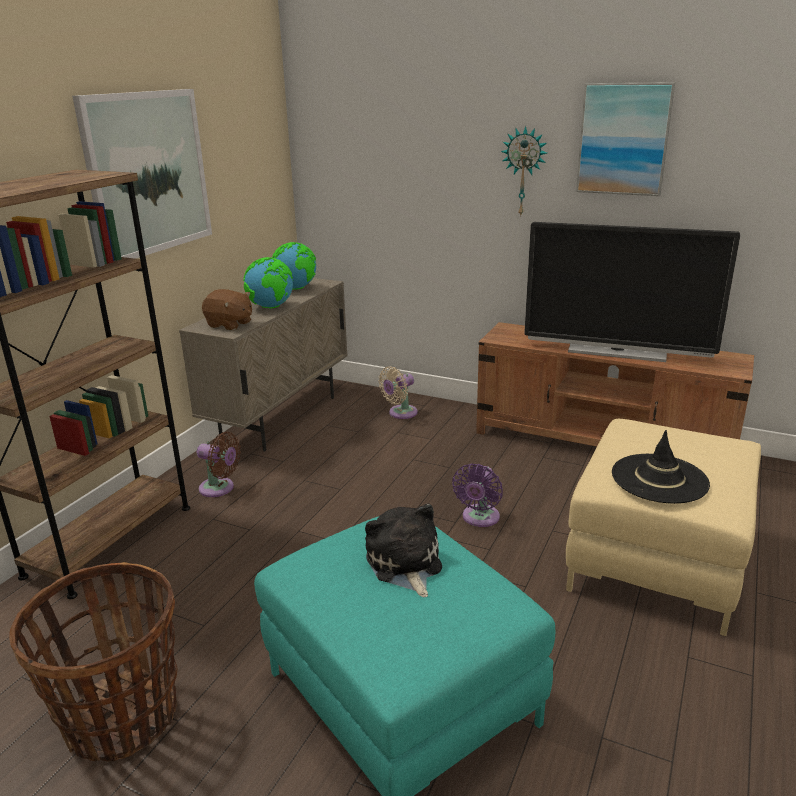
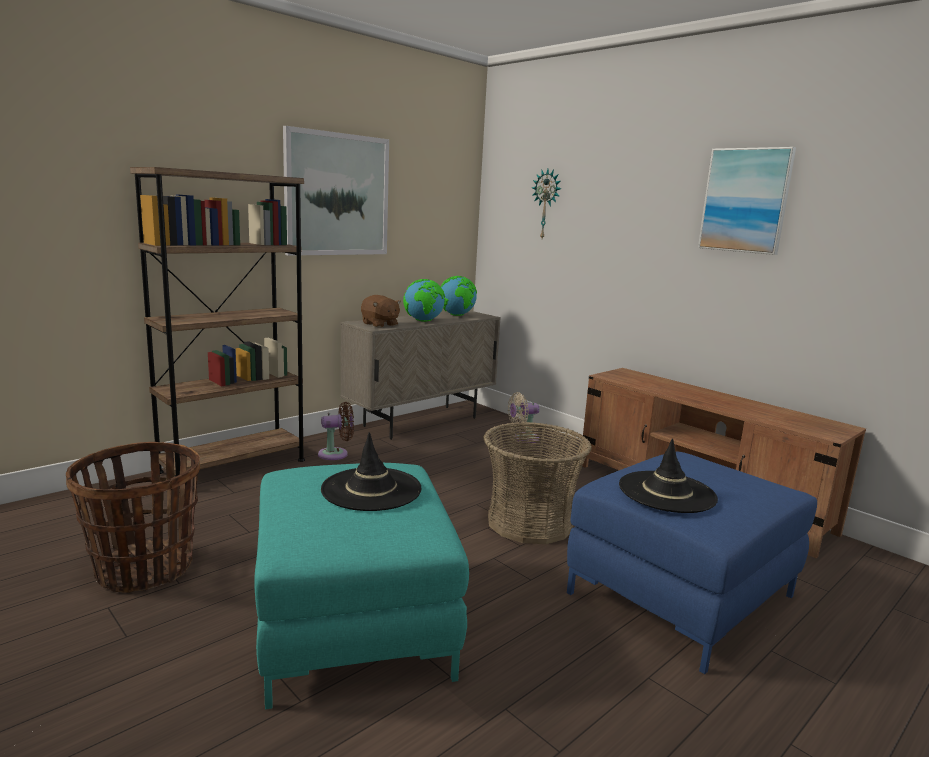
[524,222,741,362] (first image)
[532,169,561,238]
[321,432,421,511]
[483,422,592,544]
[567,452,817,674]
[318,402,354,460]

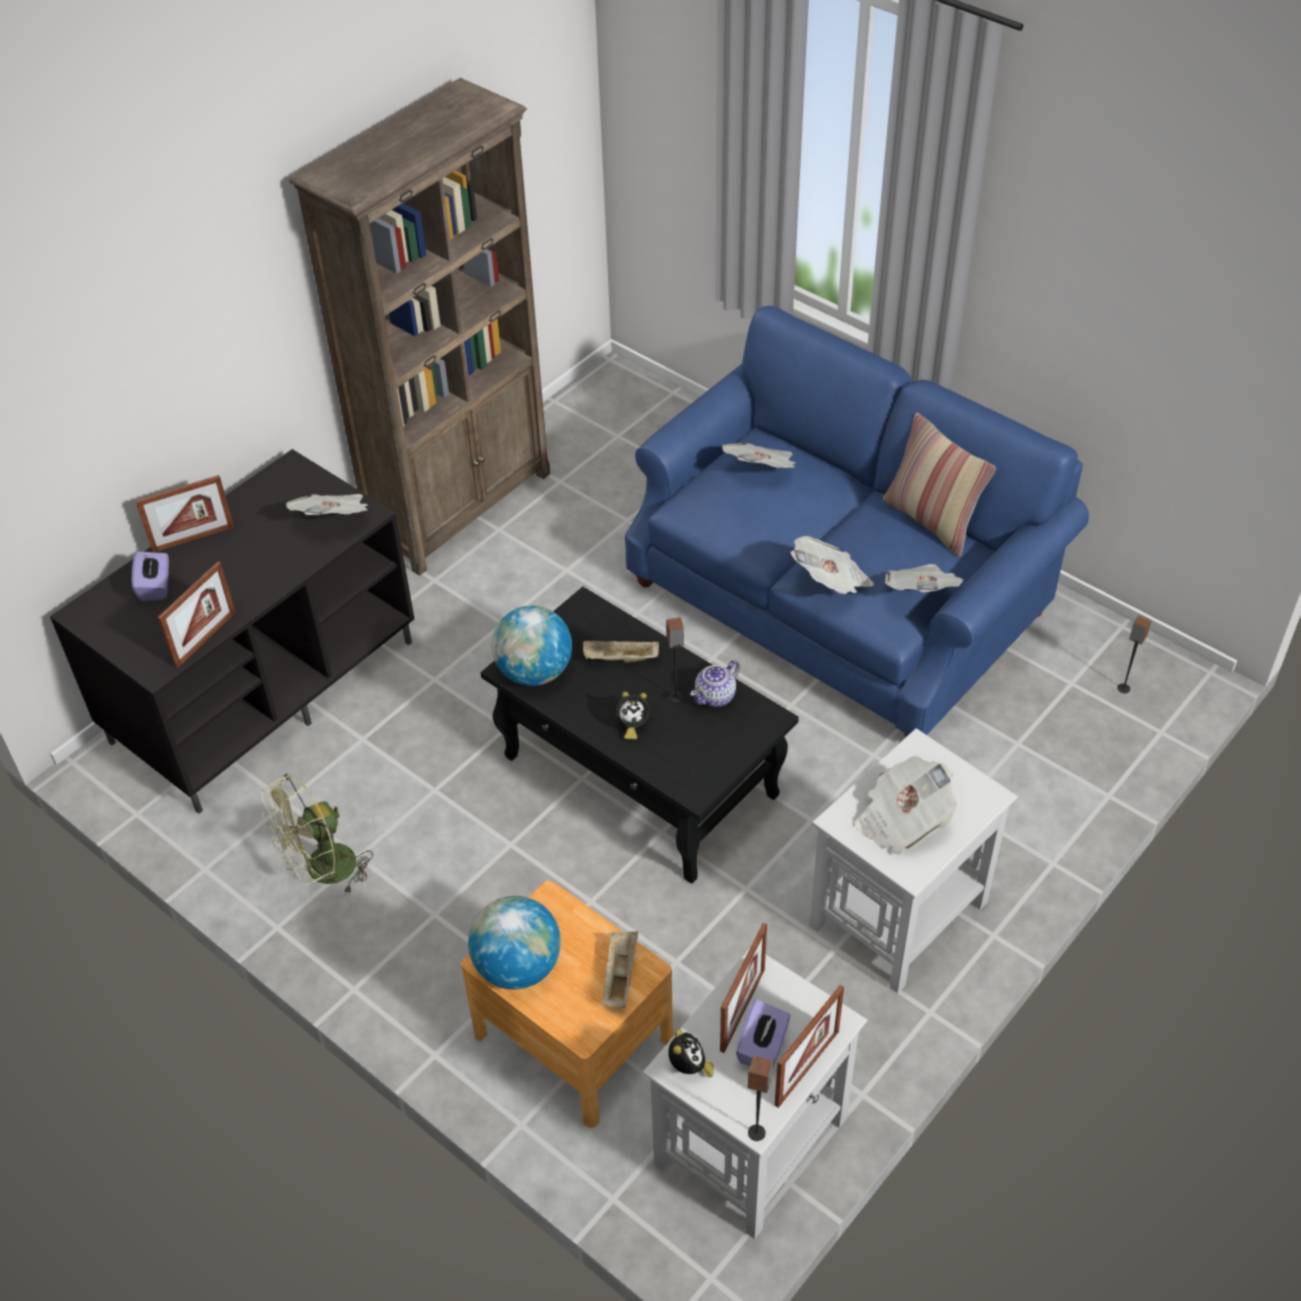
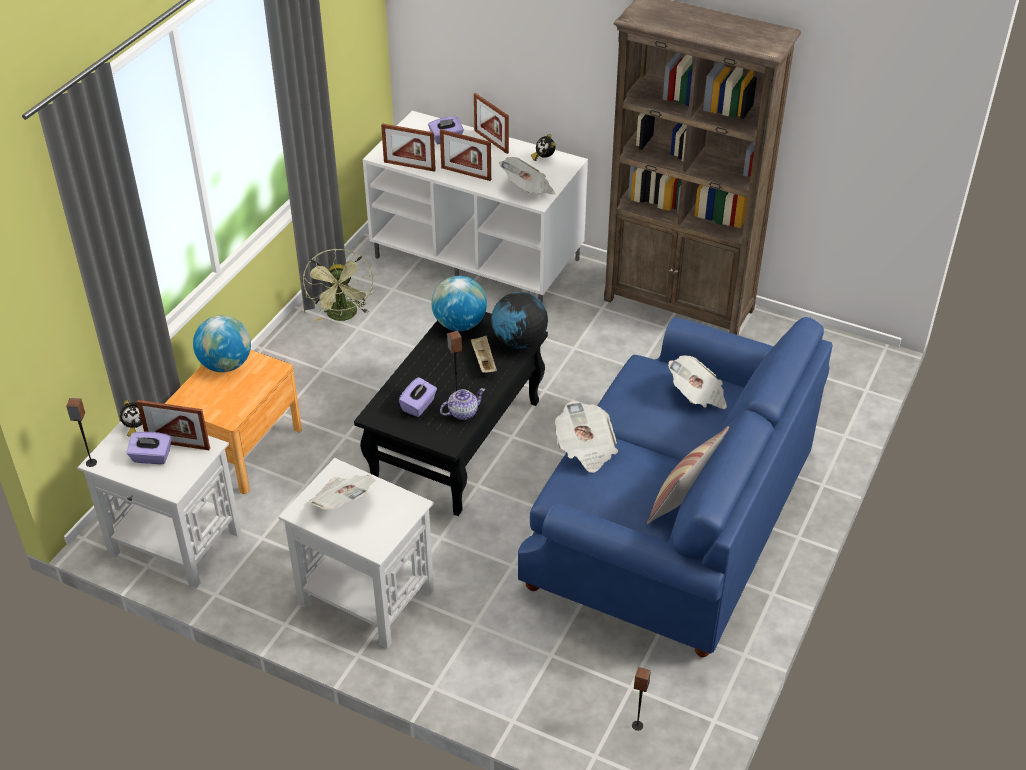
[602,931,638,1008] (first image)
[885,564,964,593] (first image)
[399,377,437,417]
[491,292,548,349]
[531,134,555,161]
[440,129,491,181]
[363,111,588,304]
[303,249,373,321]
[440,388,485,420]

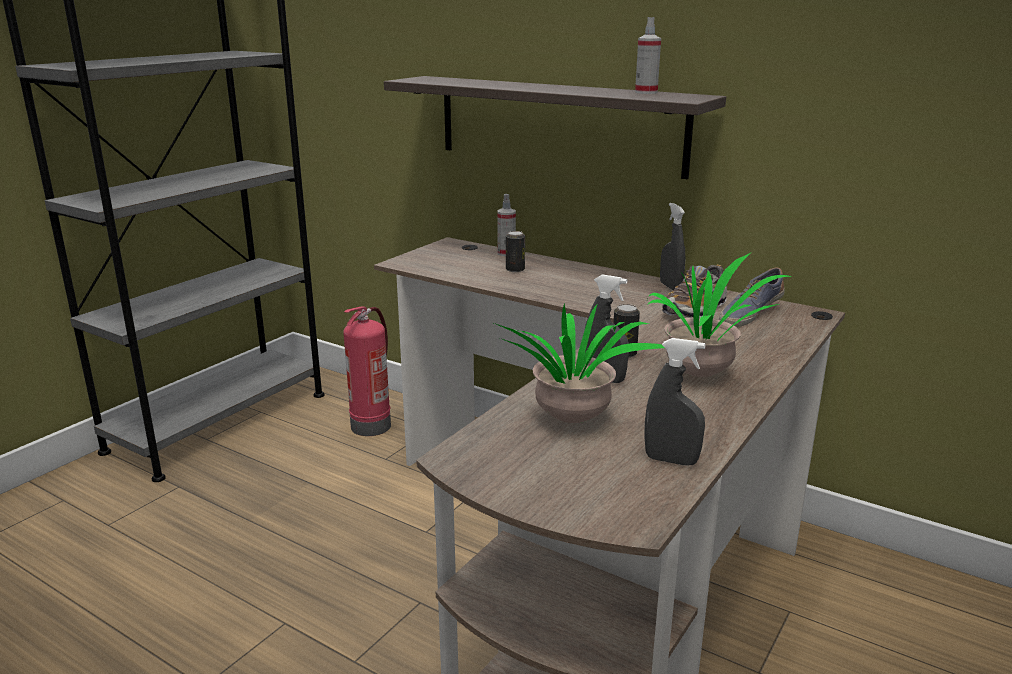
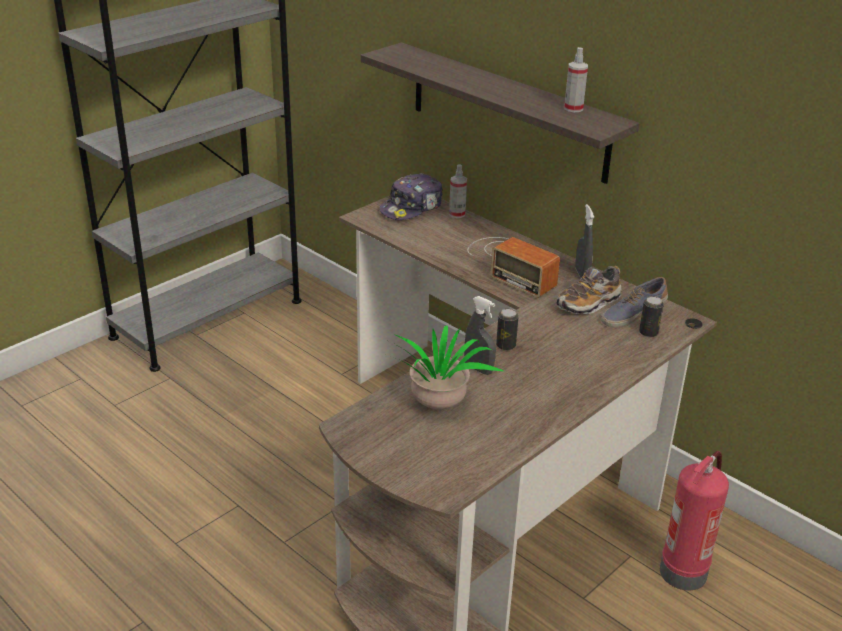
[644,338,705,466] (first image)
[647,253,791,377] (first image)
[380,173,443,220]
[467,237,560,298]
[660,451,729,591]
[639,296,664,337]

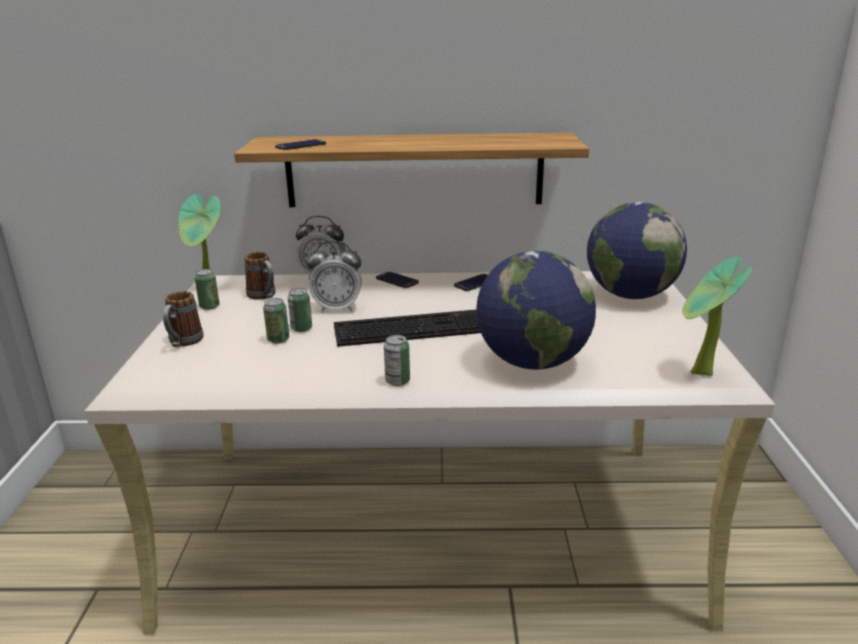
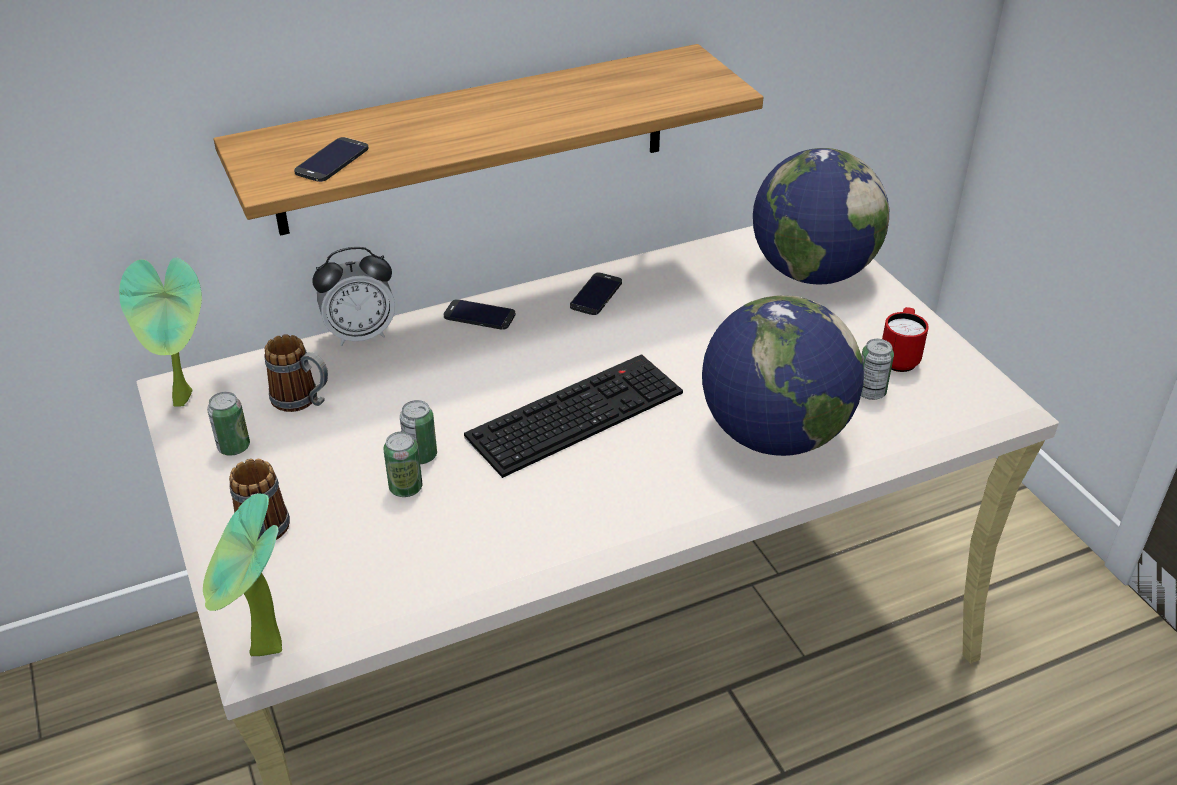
[307,241,362,312] (first image)
[882,307,929,372]
[861,339,894,400]
[203,493,282,657]

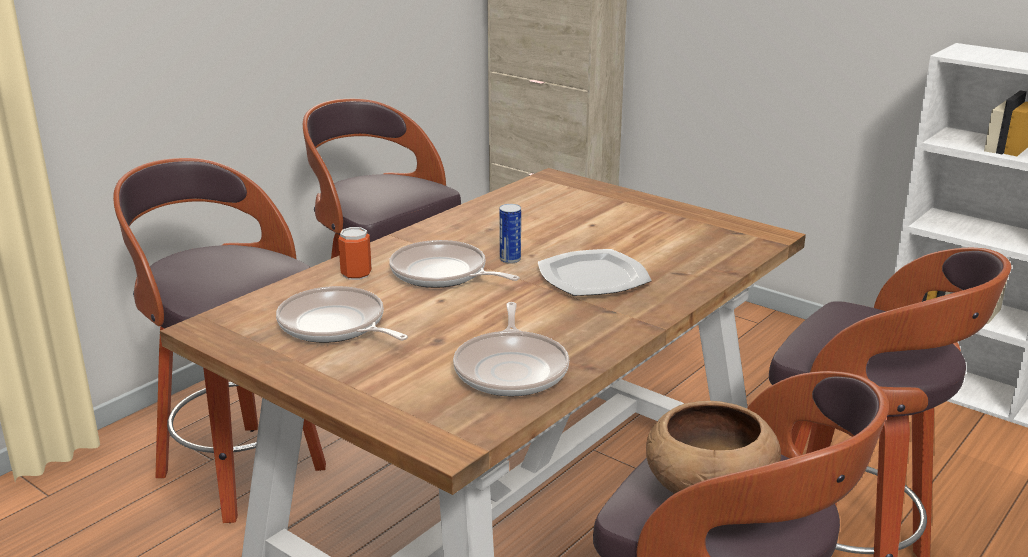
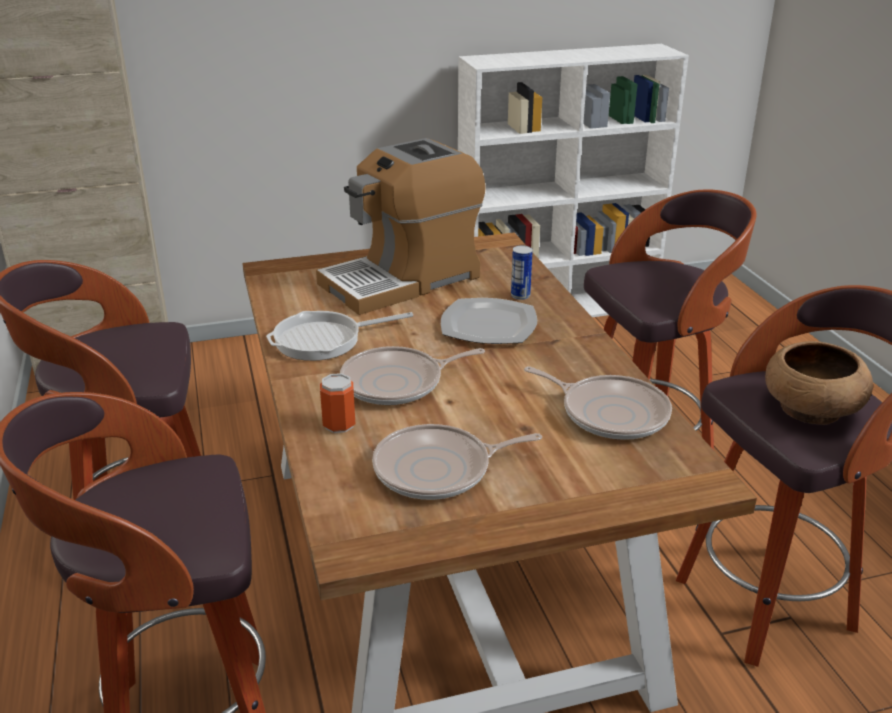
[266,311,413,361]
[316,138,486,315]
[511,245,533,300]

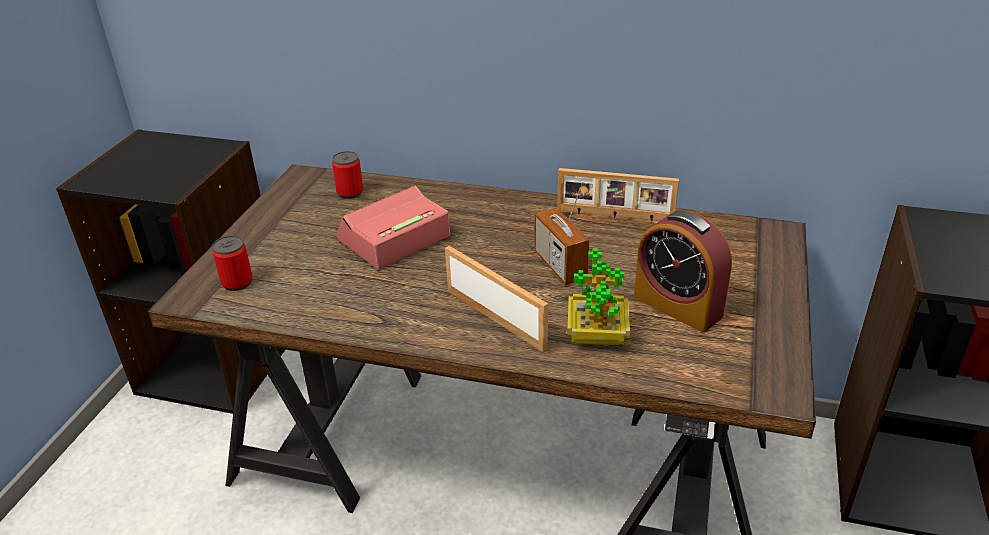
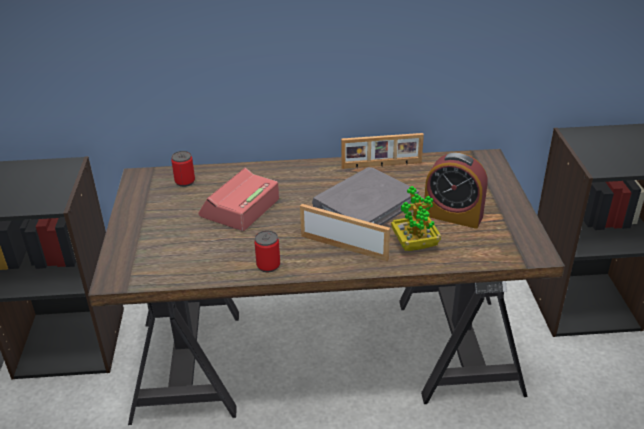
[254,230,280,272]
[312,167,419,225]

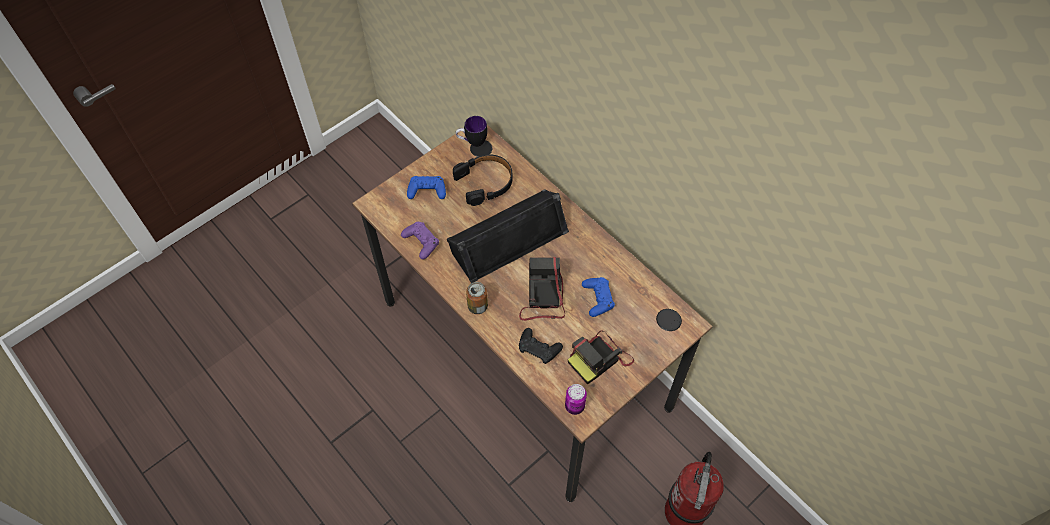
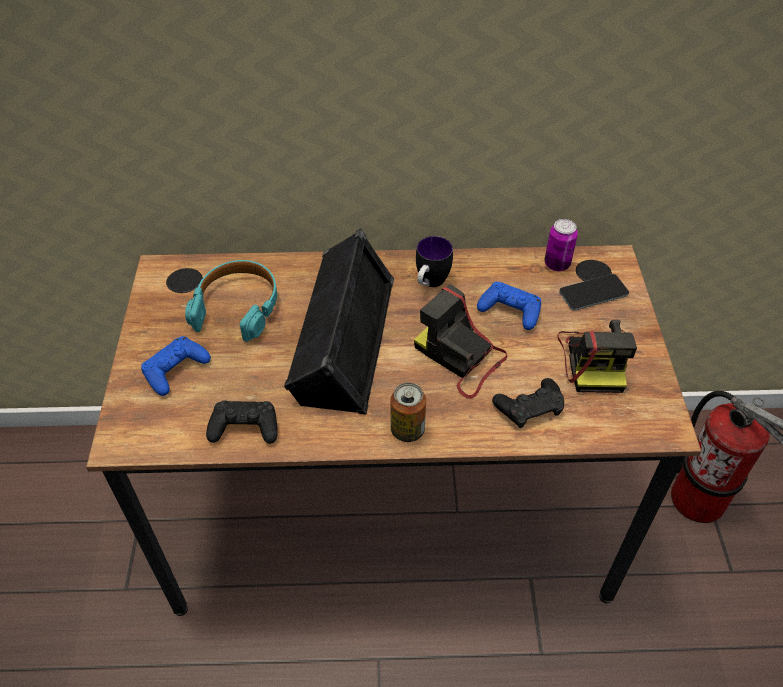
[559,274,629,310]
[416,236,453,287]
[544,219,578,271]
[206,400,278,444]
[185,260,277,342]

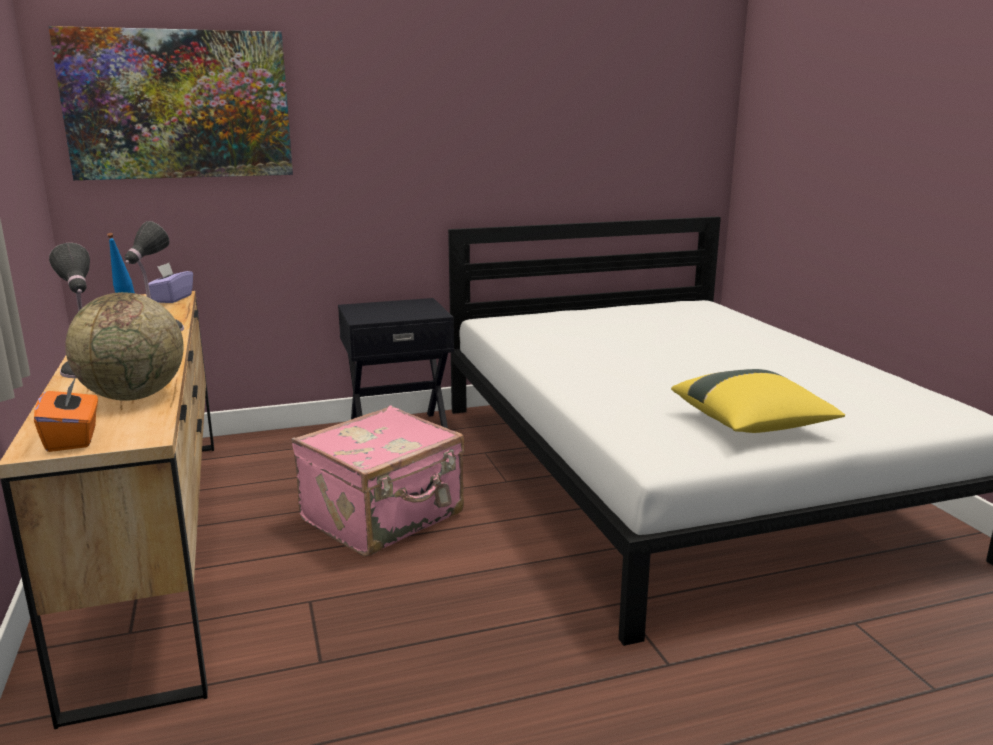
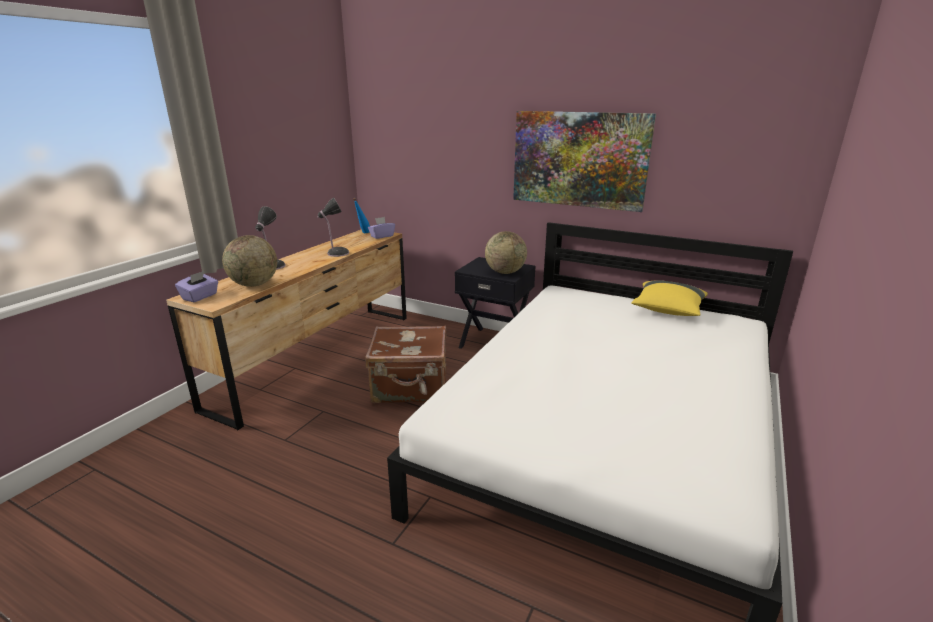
[485,231,527,274]
[513,111,656,212]
[631,280,708,316]
[175,271,218,302]
[365,326,446,403]

